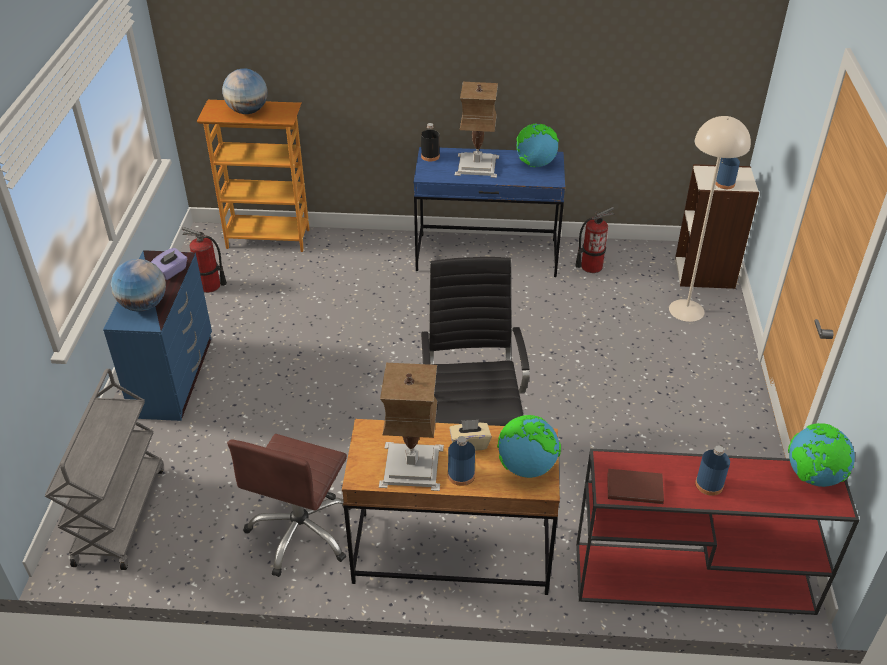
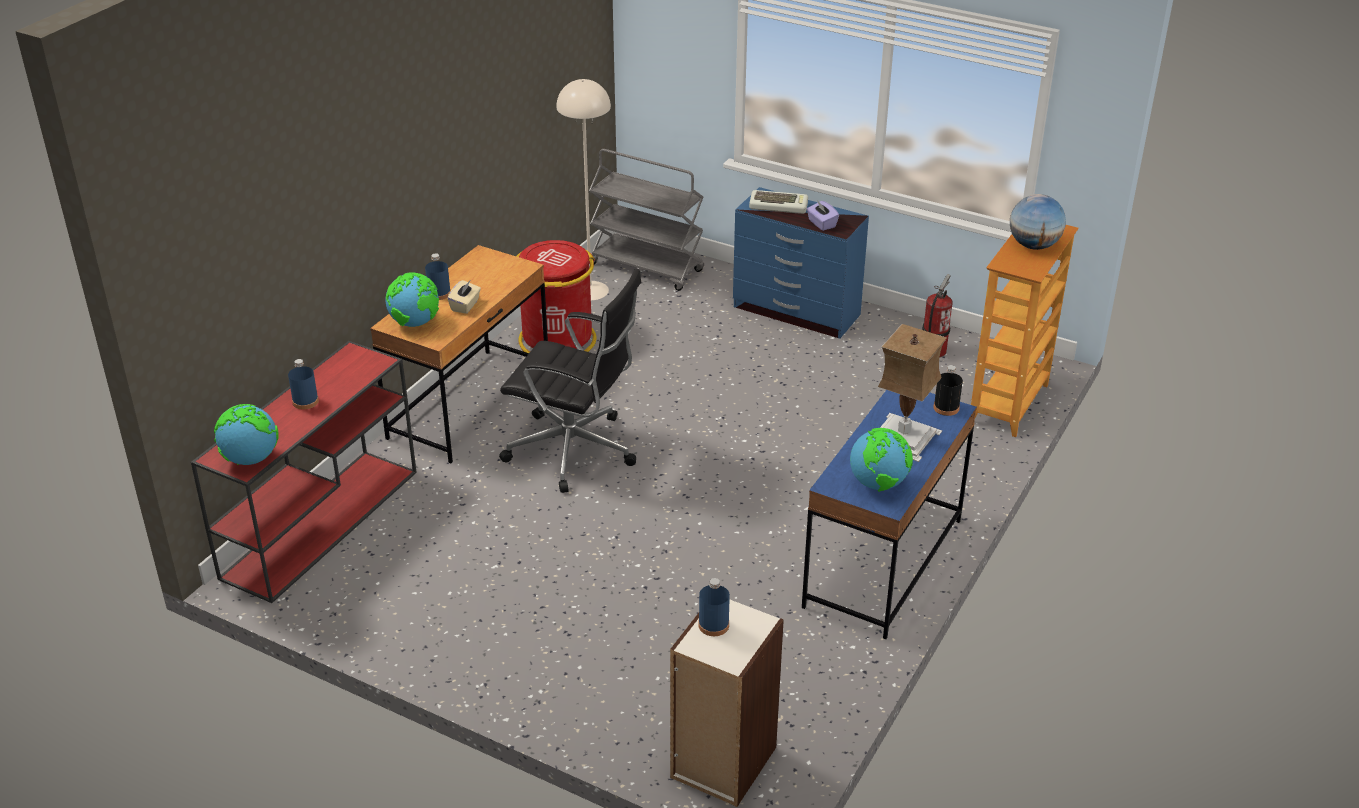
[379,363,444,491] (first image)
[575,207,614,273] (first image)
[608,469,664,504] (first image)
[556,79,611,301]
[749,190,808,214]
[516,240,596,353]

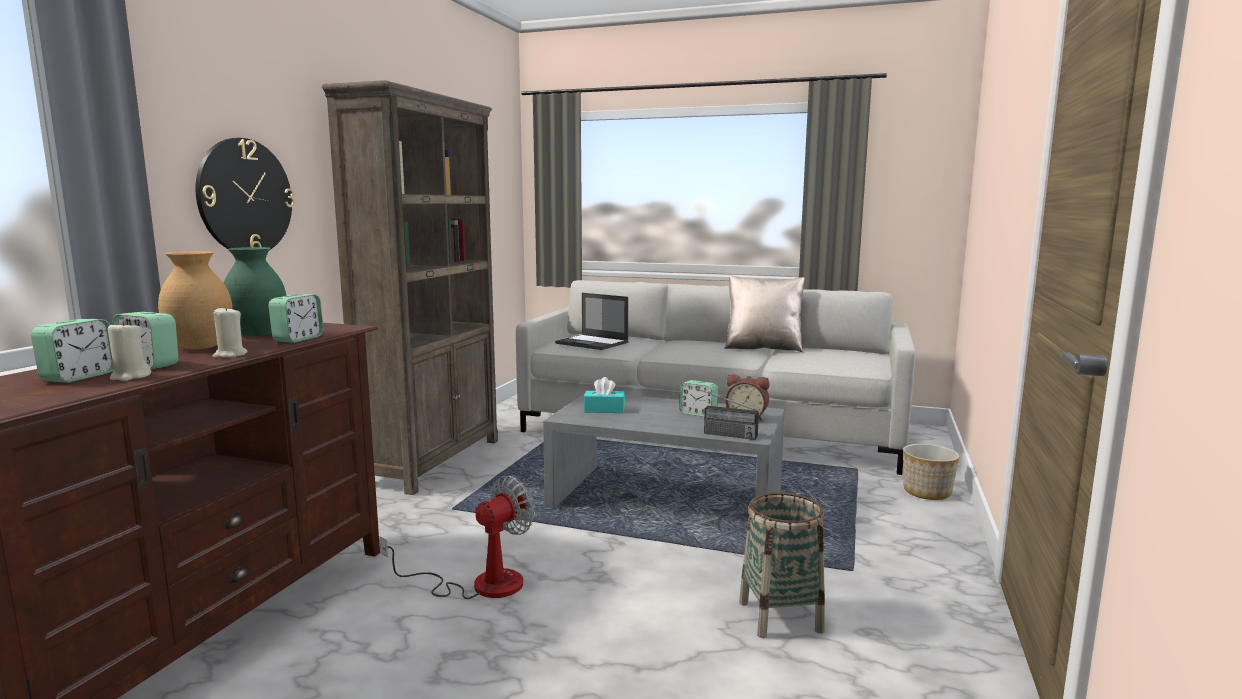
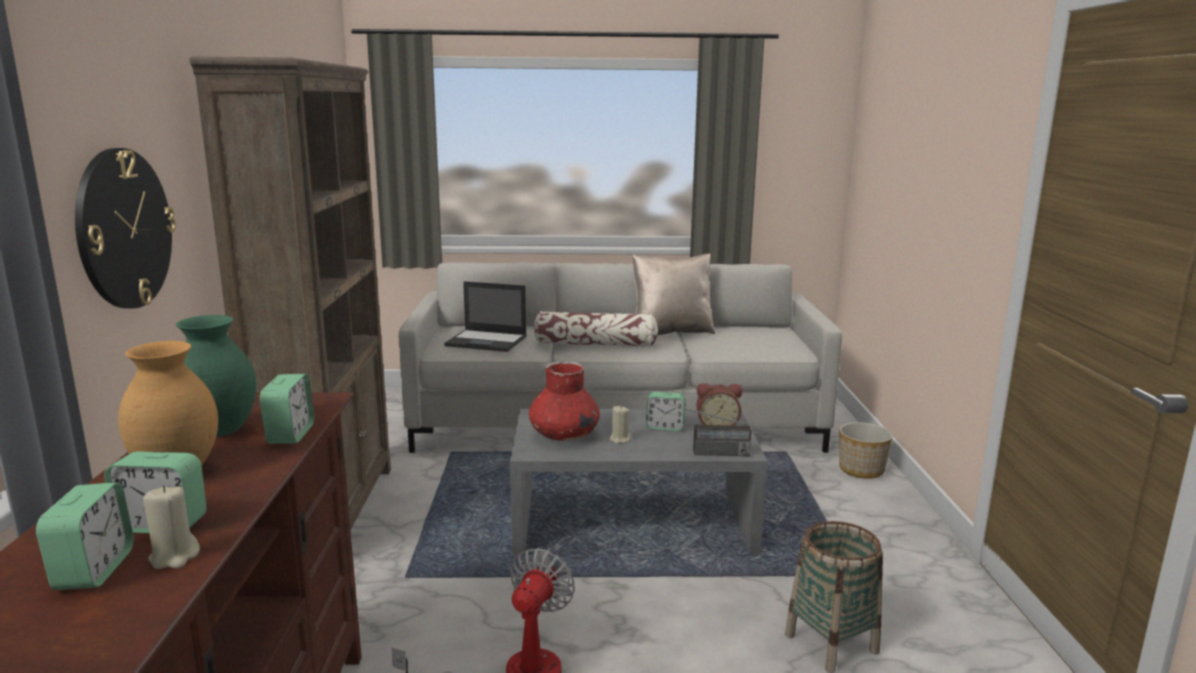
[534,311,658,347]
[609,405,632,444]
[529,362,600,441]

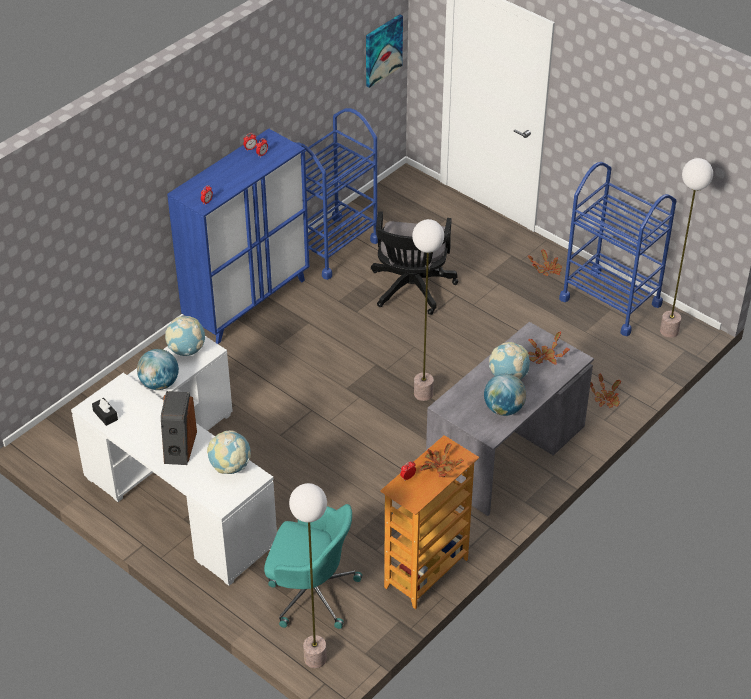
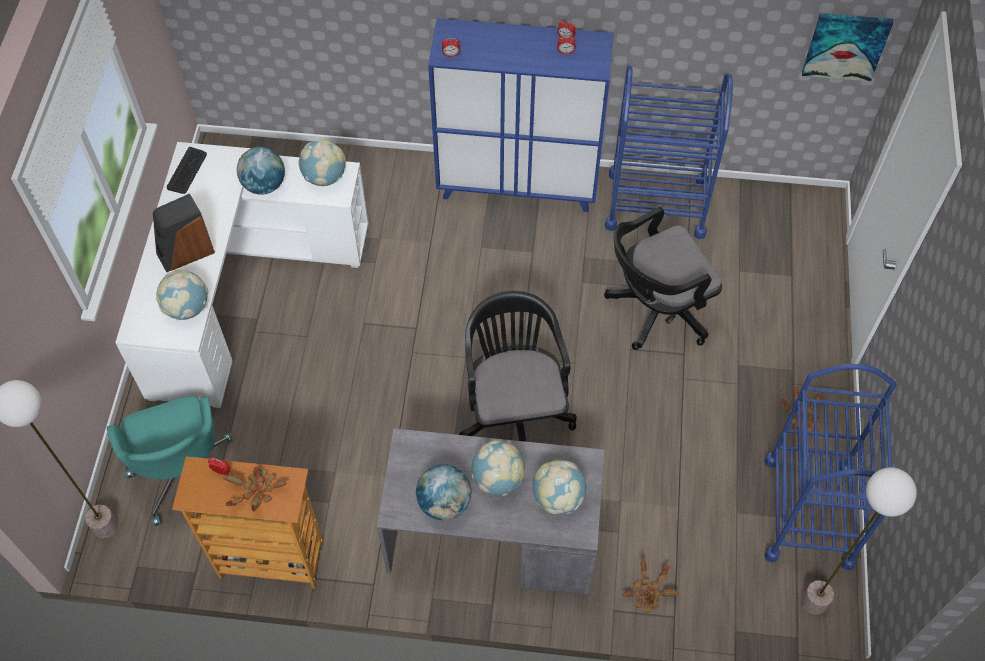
[167,147,207,194]
[459,291,577,442]
[533,460,587,514]

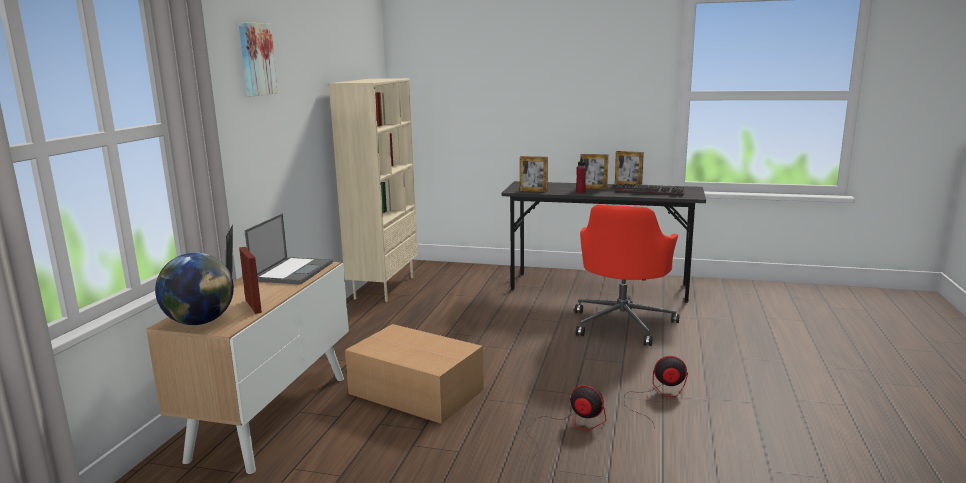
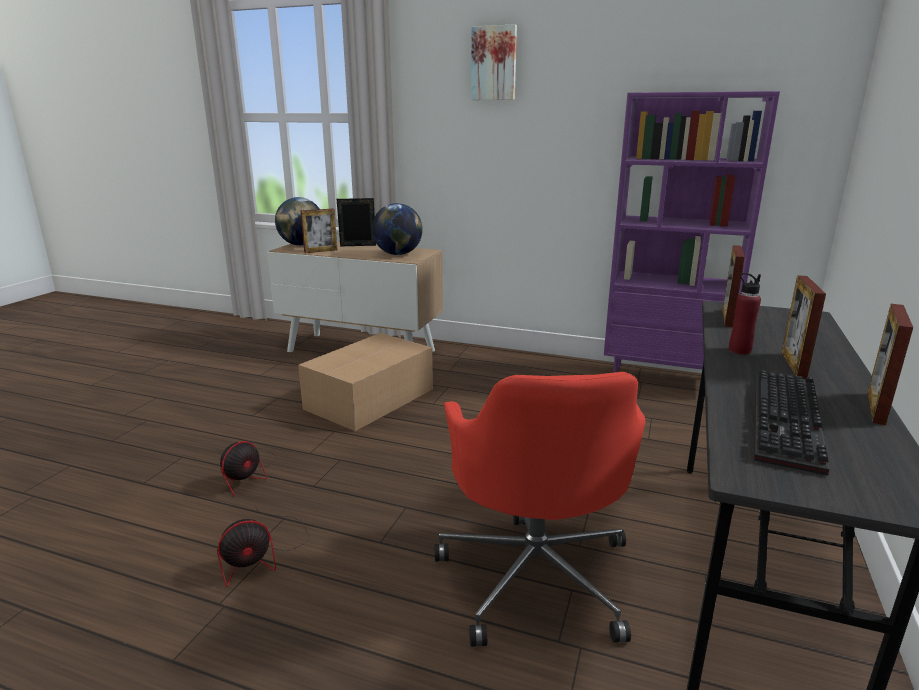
[372,203,423,255]
[604,91,780,373]
[434,372,645,647]
[217,504,309,587]

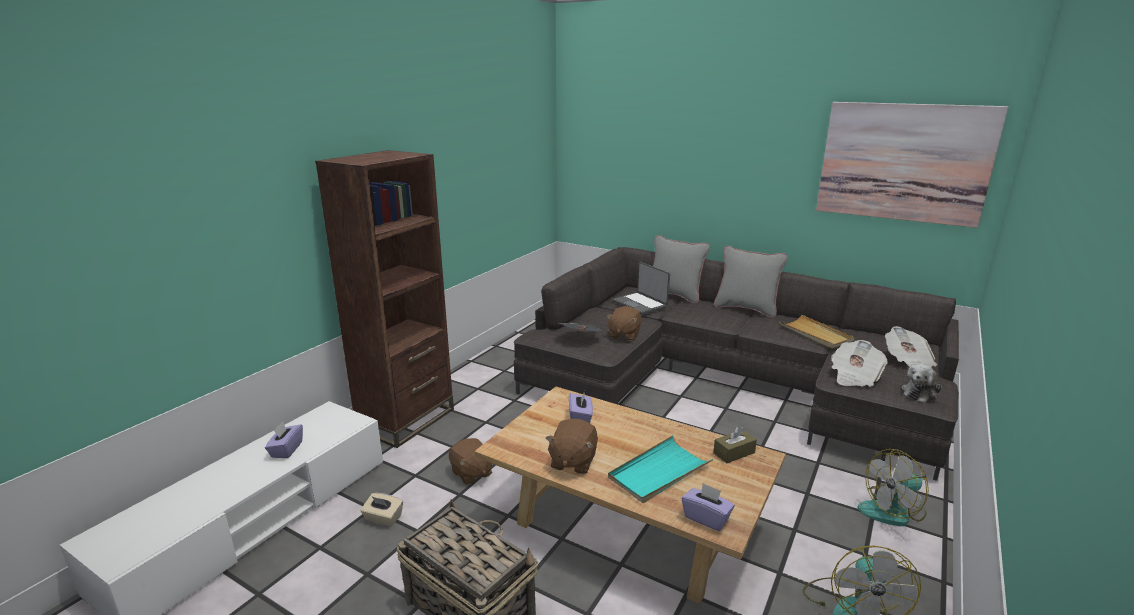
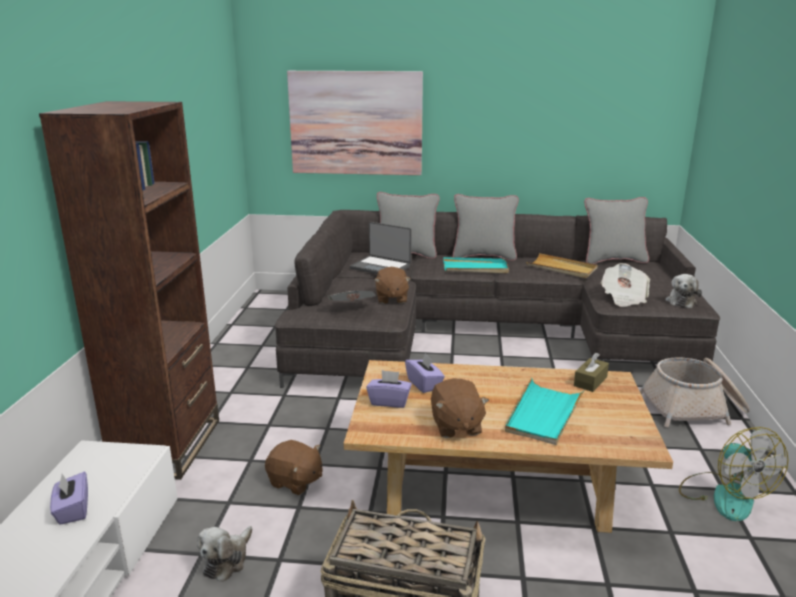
[885,326,937,368] (first image)
[443,257,509,273]
[584,197,649,264]
[366,370,412,408]
[287,71,423,175]
[197,526,252,582]
[640,358,750,428]

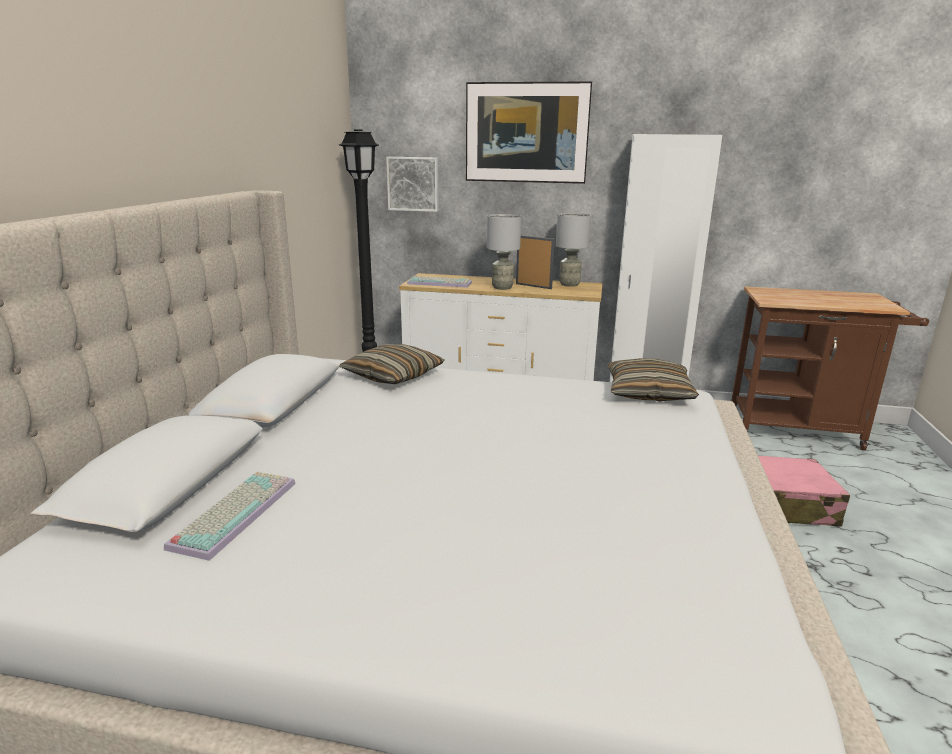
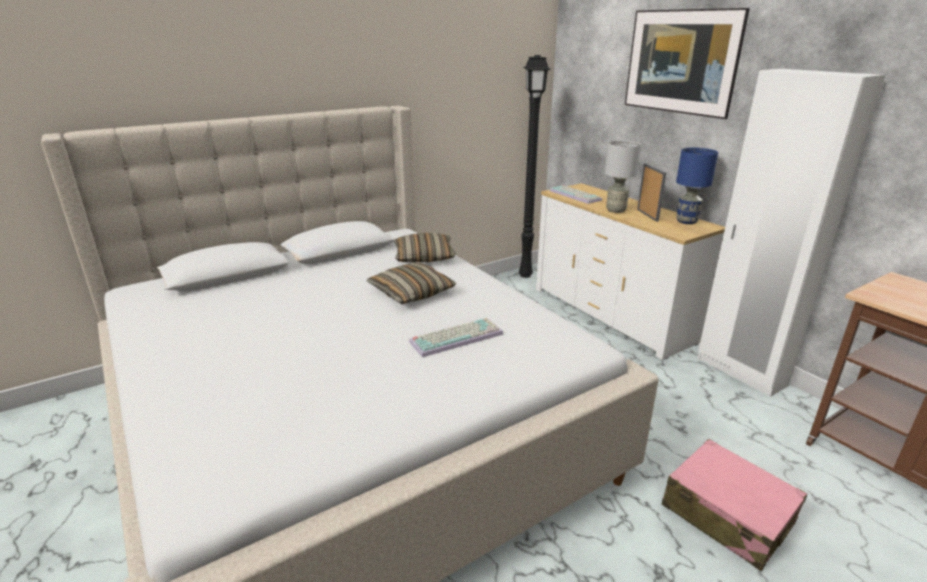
[386,157,439,212] (first image)
[409,318,503,357]
[367,263,457,304]
[676,148,718,224]

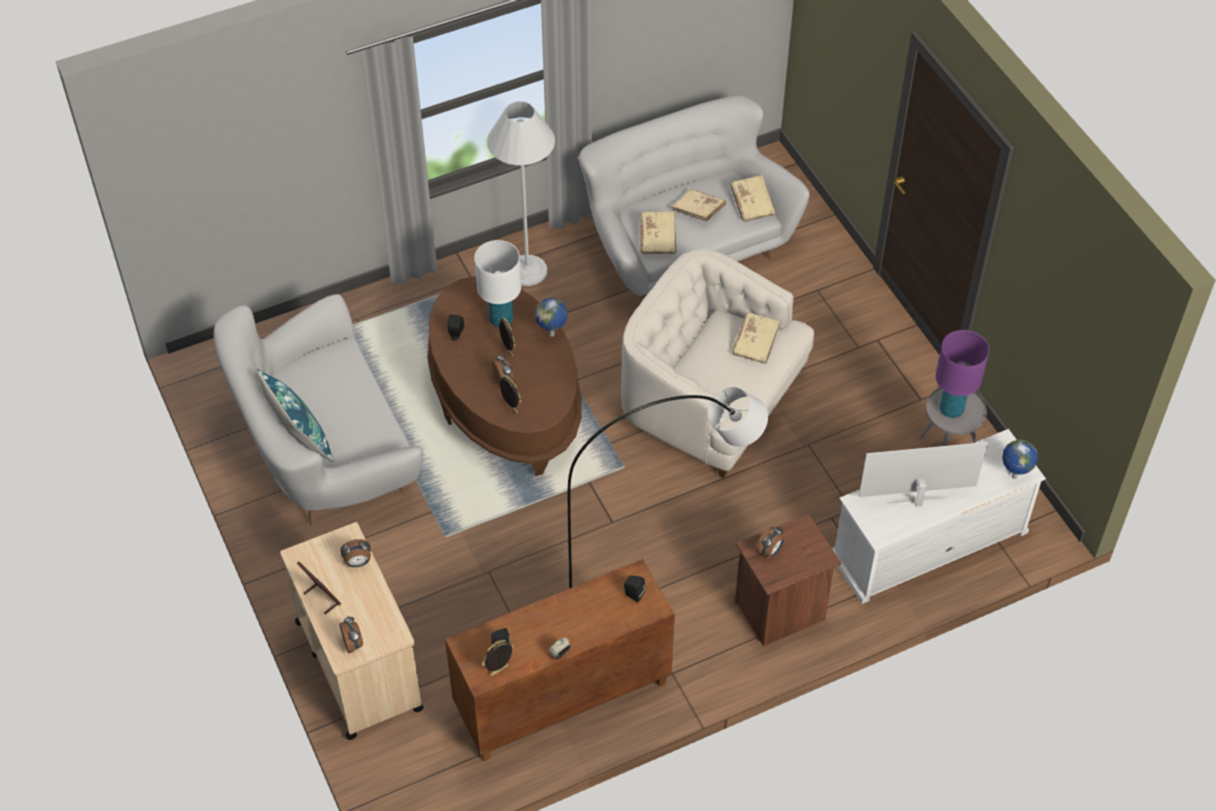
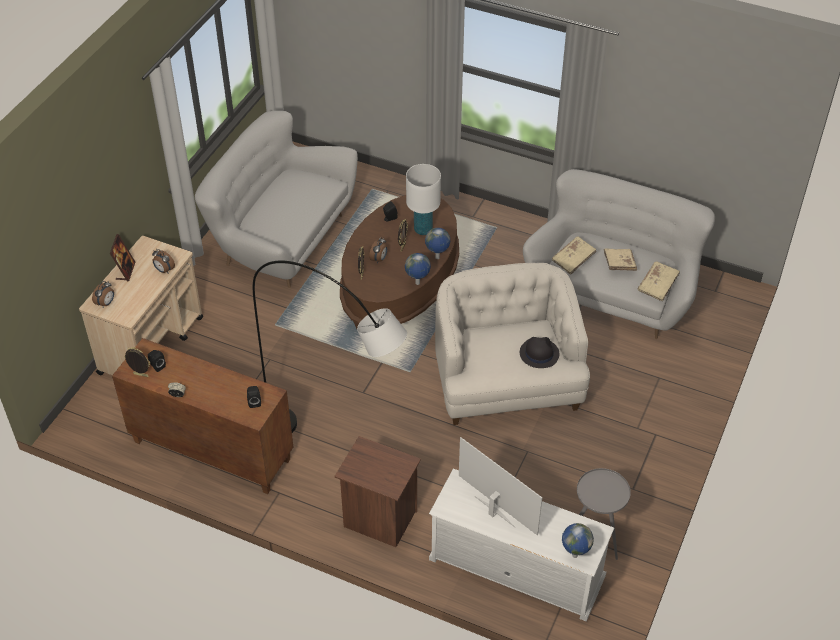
[256,369,334,462] (first image)
[487,101,555,286] (first image)
[755,526,784,557] (first image)
[936,330,989,418] (first image)
[405,253,431,285]
[520,337,559,368]

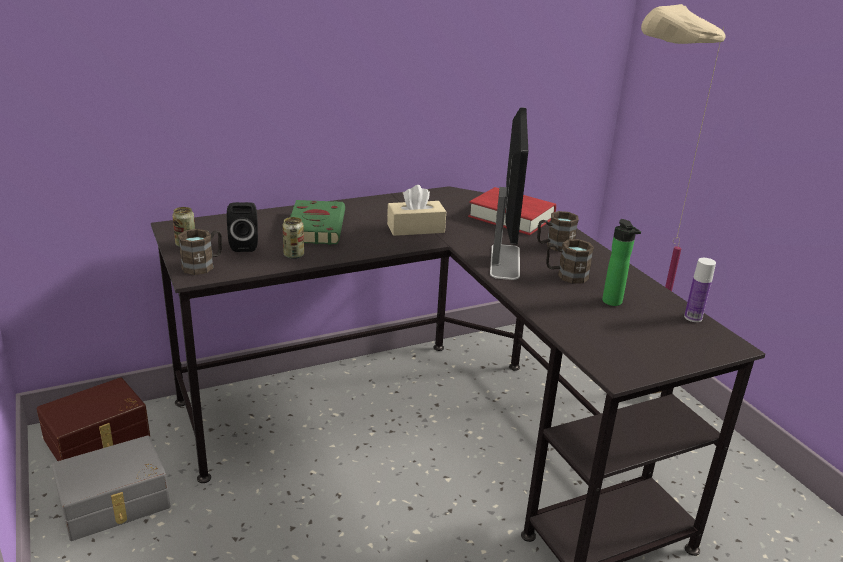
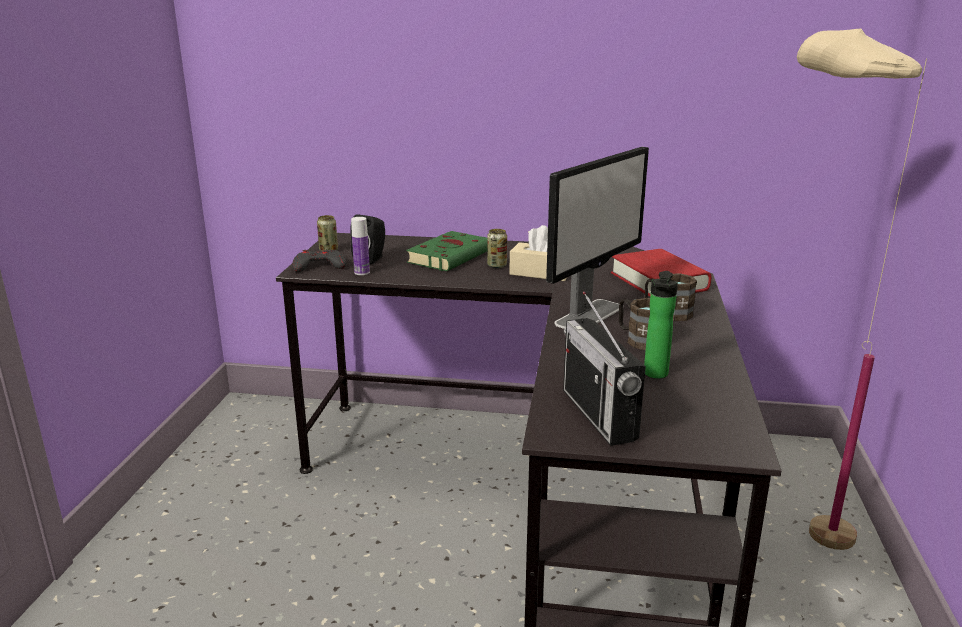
[37,377,150,461] (first image)
[52,435,171,541] (first image)
[563,291,646,446]
[487,229,507,268]
[351,217,370,275]
[292,250,347,272]

